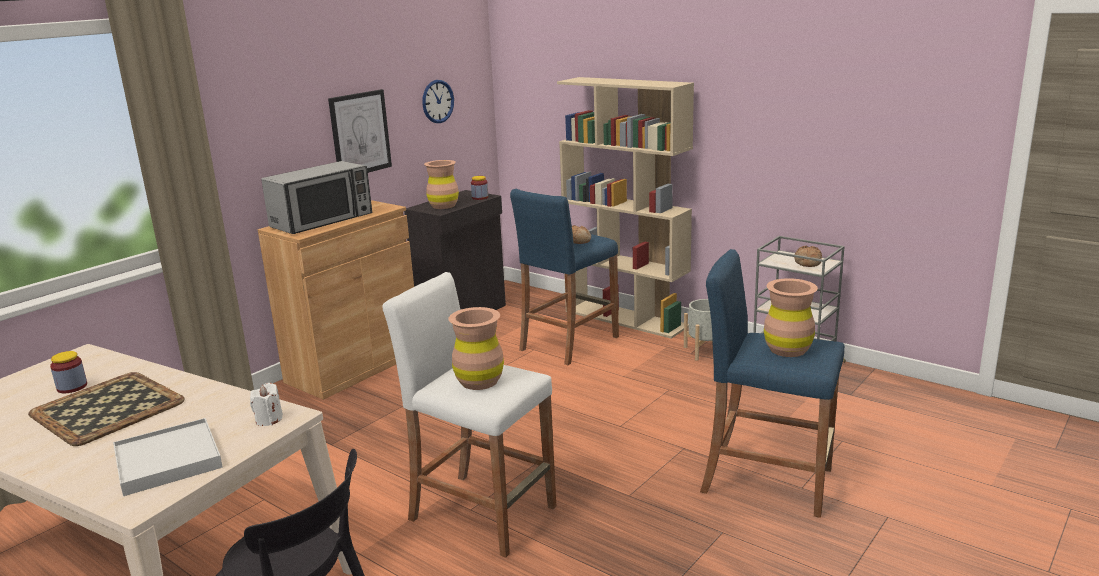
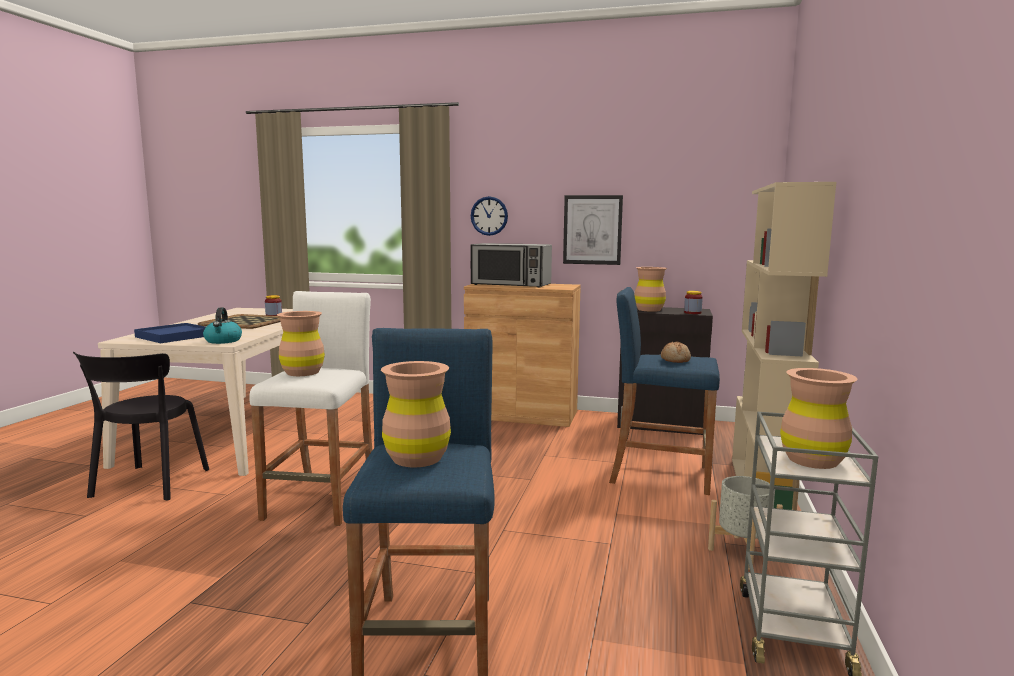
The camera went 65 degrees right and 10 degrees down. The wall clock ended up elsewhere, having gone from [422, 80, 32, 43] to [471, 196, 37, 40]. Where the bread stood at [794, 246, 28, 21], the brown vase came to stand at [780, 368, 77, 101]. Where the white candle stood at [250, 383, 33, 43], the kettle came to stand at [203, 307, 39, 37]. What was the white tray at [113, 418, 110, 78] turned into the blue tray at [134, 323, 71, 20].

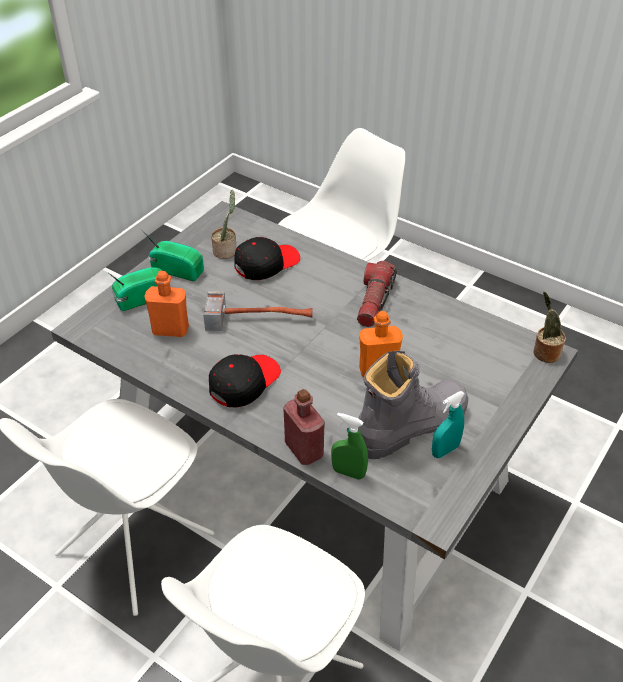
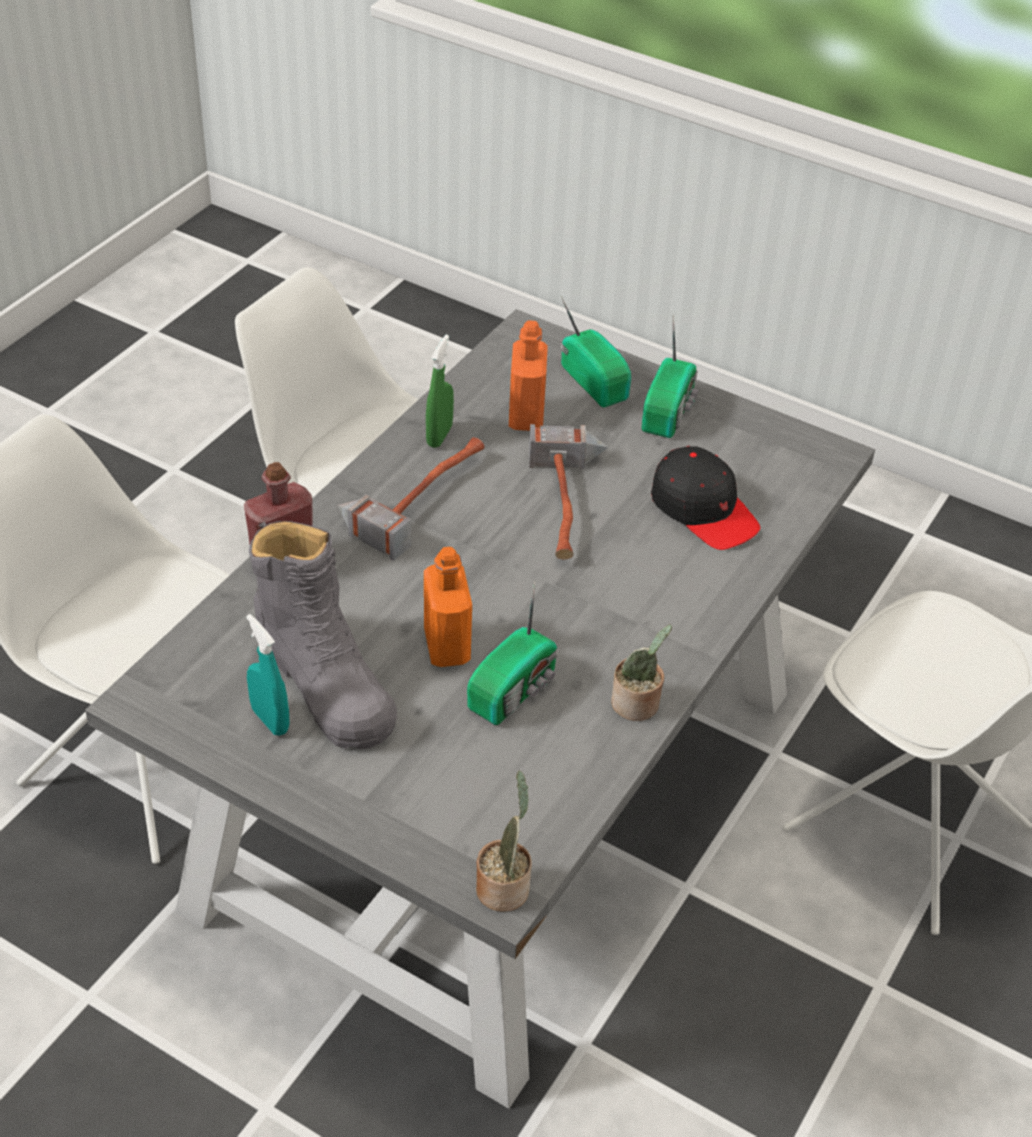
The camera went 85 degrees right and 0 degrees up. The potted plant ended up elsewhere, having gone from [211, 190, 25, 69] to [611, 624, 61, 97]. The second view lost the flashlight at [357, 261, 40, 66]. Where the black cap stood at [209, 354, 72, 53], the hammer came to stand at [338, 437, 147, 124]. The green spray bottle ended up elsewhere, having gone from [331, 413, 37, 67] to [426, 334, 28, 114]. The second view gained the radio at [467, 580, 91, 145].

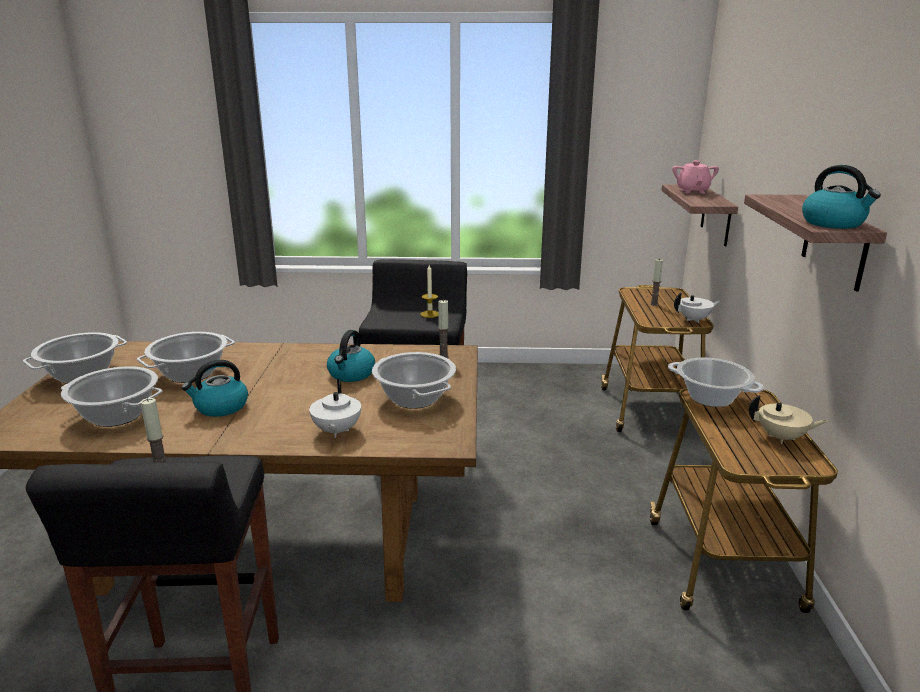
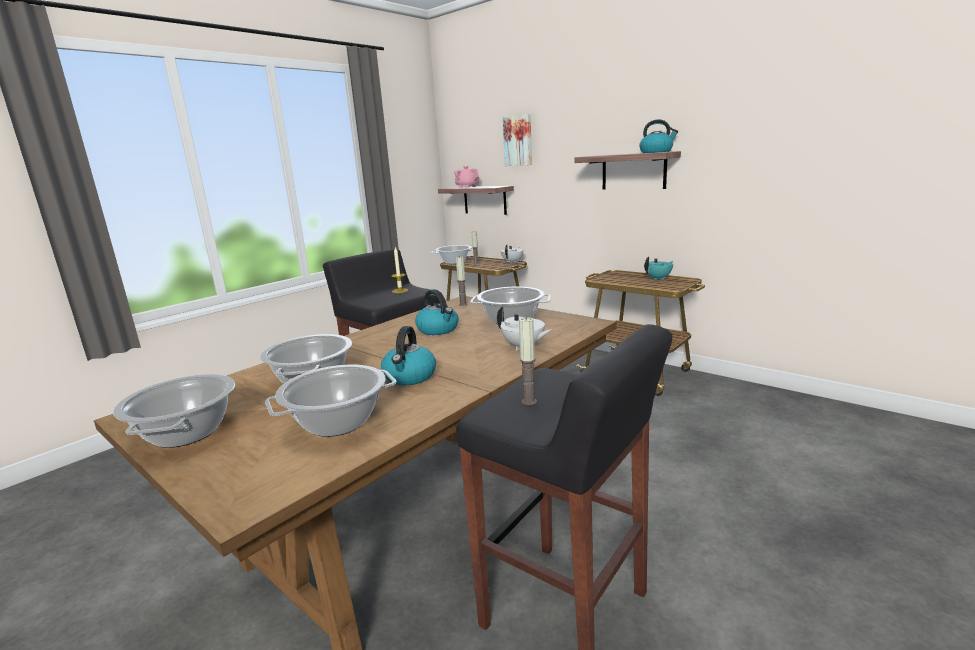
The camera went 50 degrees left and 5 degrees down. The cooking pot ended up elsewhere, having gone from [668, 358, 96, 49] to [431, 245, 42, 19]. What was the beige teapot at [749, 395, 79, 49] turned into the turquoise teapot at [644, 257, 29, 23]. The second view gained the picture at [503, 114, 29, 52].

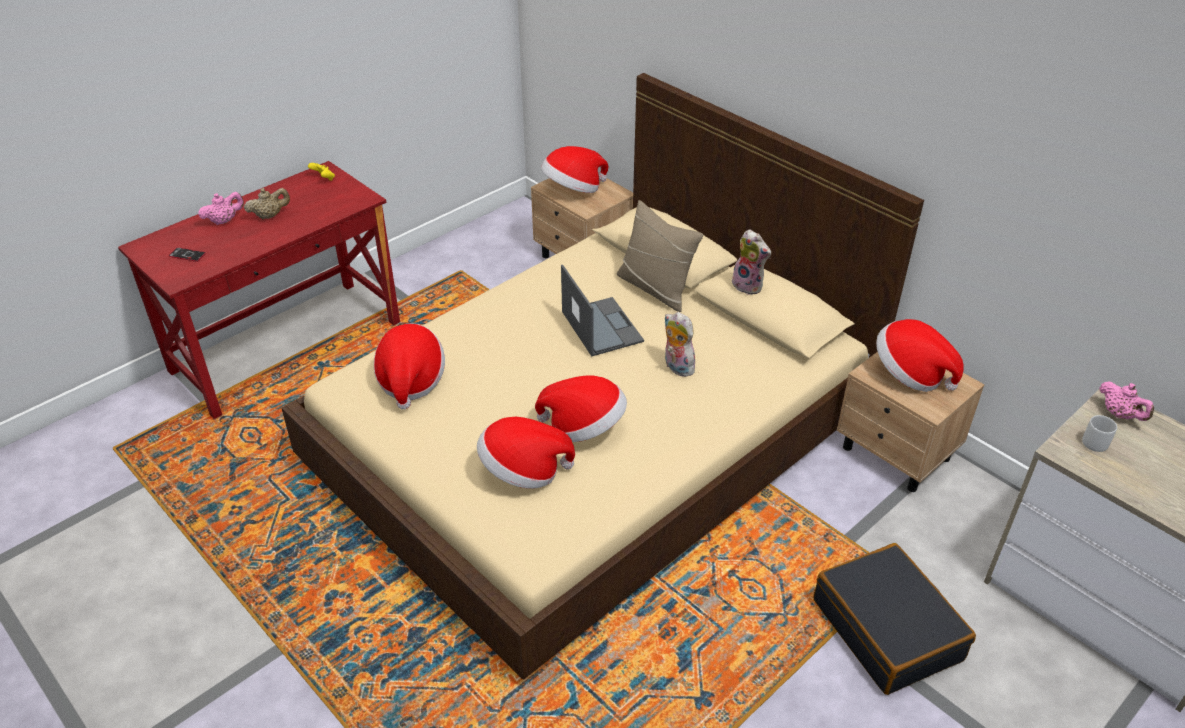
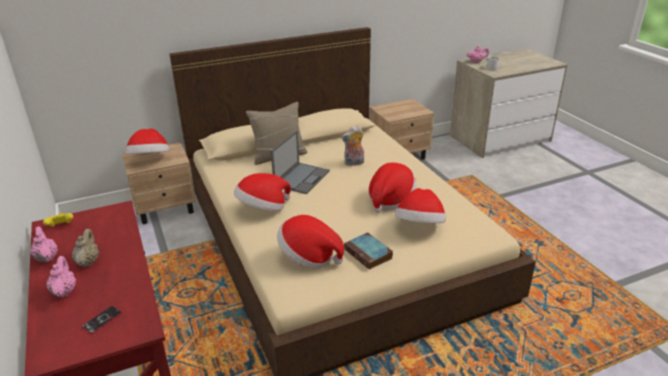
The camera went 70 degrees left and 10 degrees down. The second view lost the plush toy at [732, 229, 39, 66]. The laptop at [561, 265, 83, 91] ended up facing another way, 120 degrees clockwise from before. The hat ended up elsewhere, having gone from [876, 319, 88, 73] to [234, 173, 57, 38]. The second view lost the black suitcase at [813, 543, 163, 152]. The second view gained the pink teapot at [30, 226, 28, 37]. The second view gained the book at [344, 232, 49, 38].

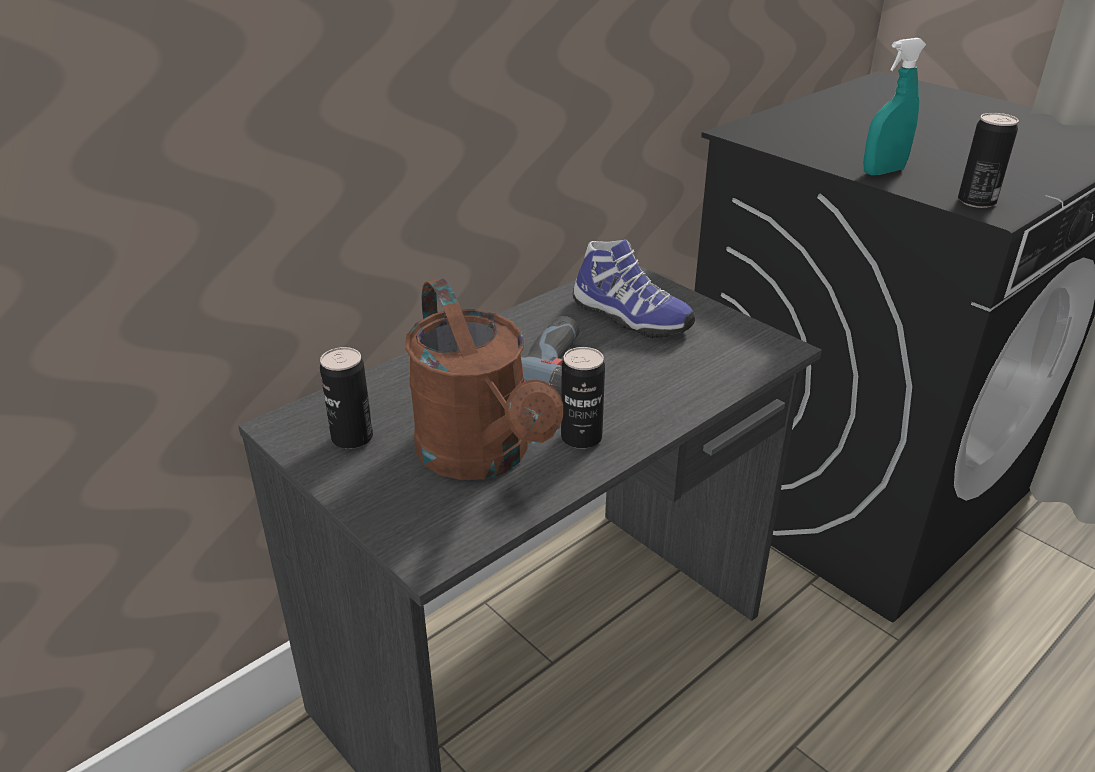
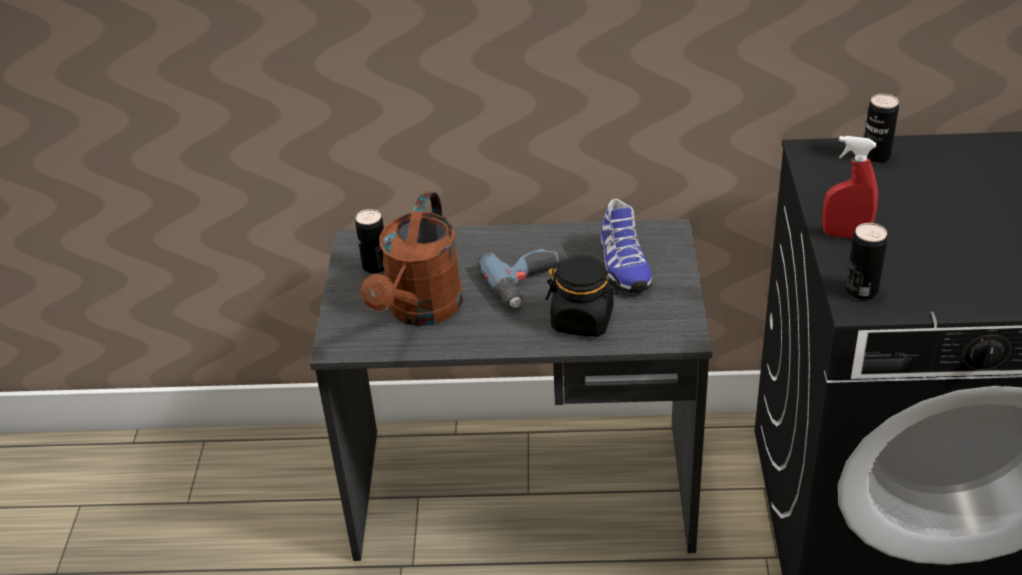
The camera went 45 degrees right and 5 degrees up. What was the turquoise spray bottle at [863, 38, 63, 138] turned into the red spray bottle at [822, 136, 56, 102]. The can ended up elsewhere, having gone from [561, 347, 44, 102] to [864, 94, 35, 69]. The second view gained the black jar at [545, 255, 75, 82].

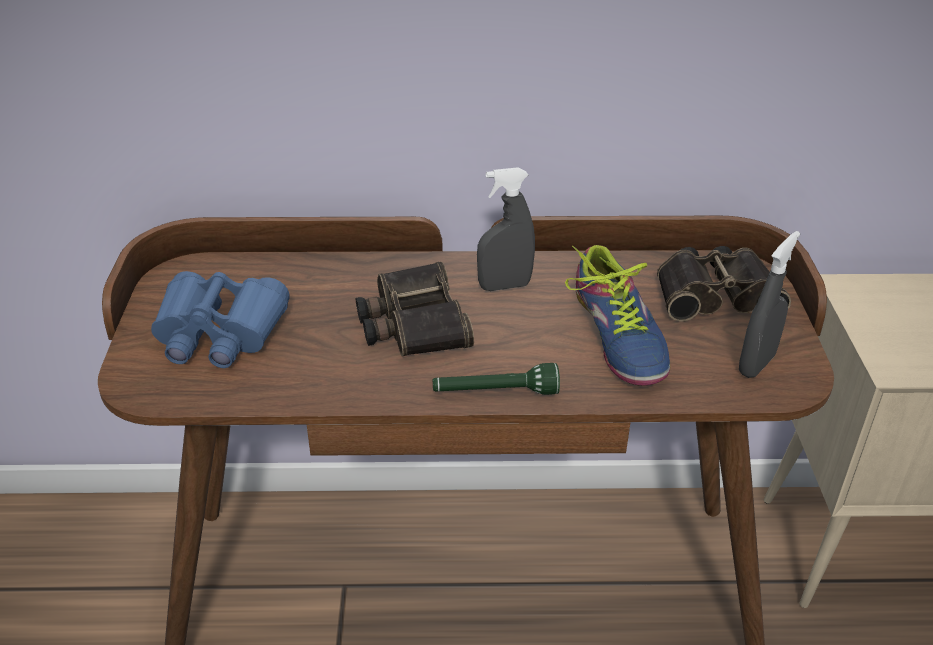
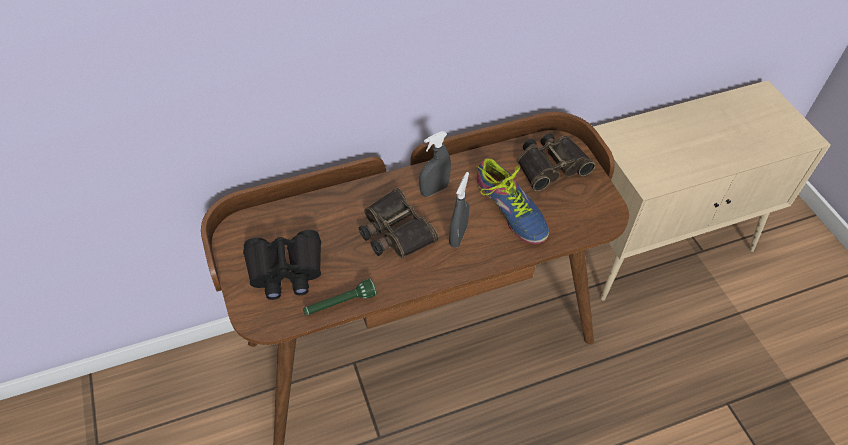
The camera went 20 degrees left and 15 degrees up. The grey spray bottle ended up elsewhere, having gone from [739, 231, 61, 147] to [449, 172, 21, 76]. What was the blue binoculars at [151, 271, 138, 97] turned into the black binoculars at [243, 230, 78, 70]. The green flashlight ended up elsewhere, having gone from [433, 363, 127, 32] to [303, 278, 74, 37].

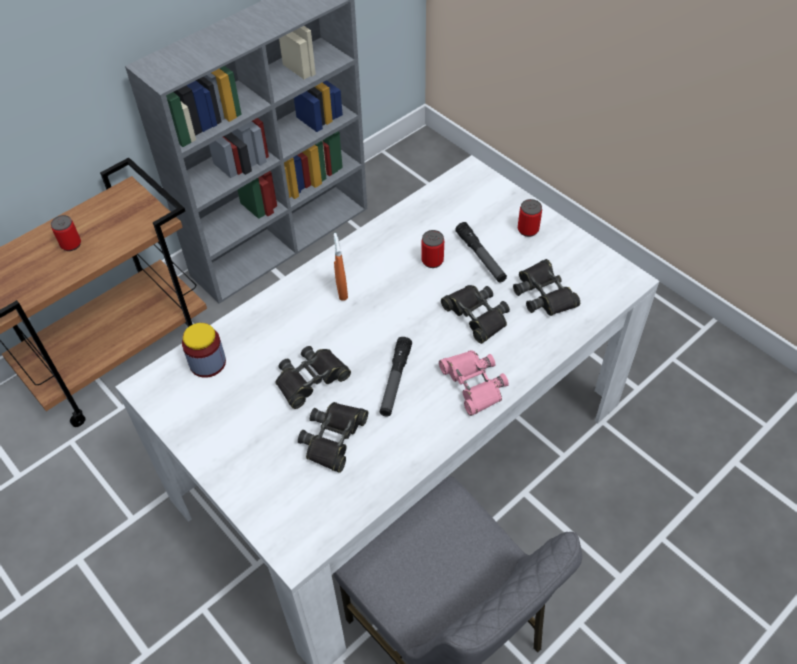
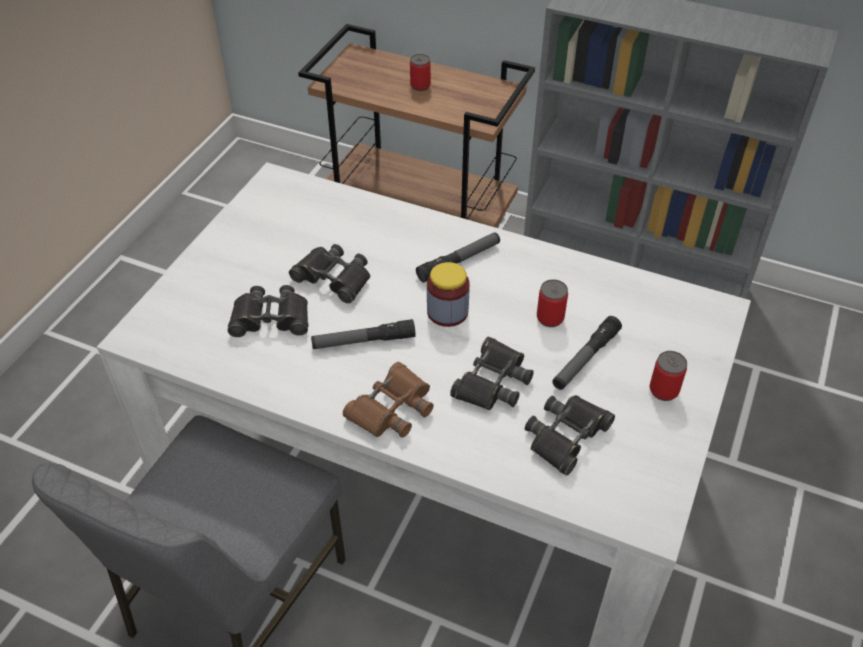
The camera went 65 degrees right and 5 degrees down. Where the orange spray bottle stood at [334, 233, 14, 68], the flashlight came to stand at [416, 232, 84, 51]. The jar ended up elsewhere, having gone from [182, 323, 44, 55] to [427, 262, 43, 65]. What was the pink binoculars at [439, 350, 70, 66] turned into the brown binoculars at [343, 362, 91, 76].

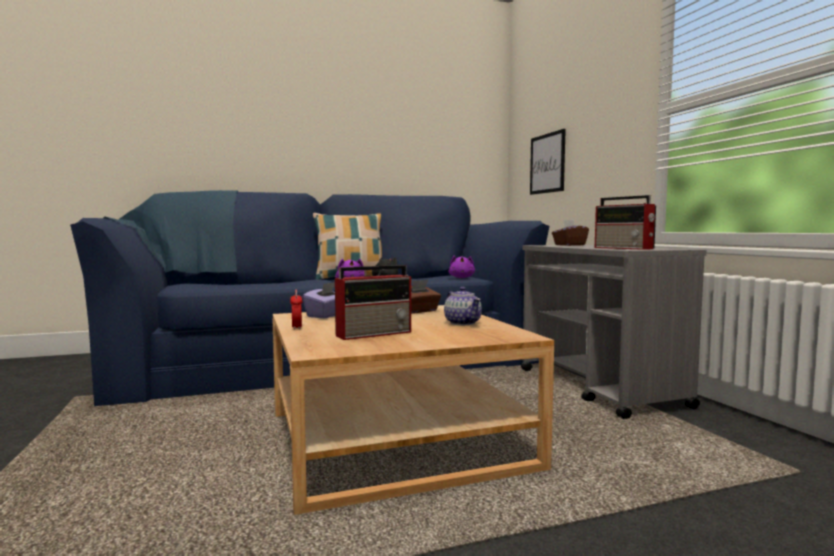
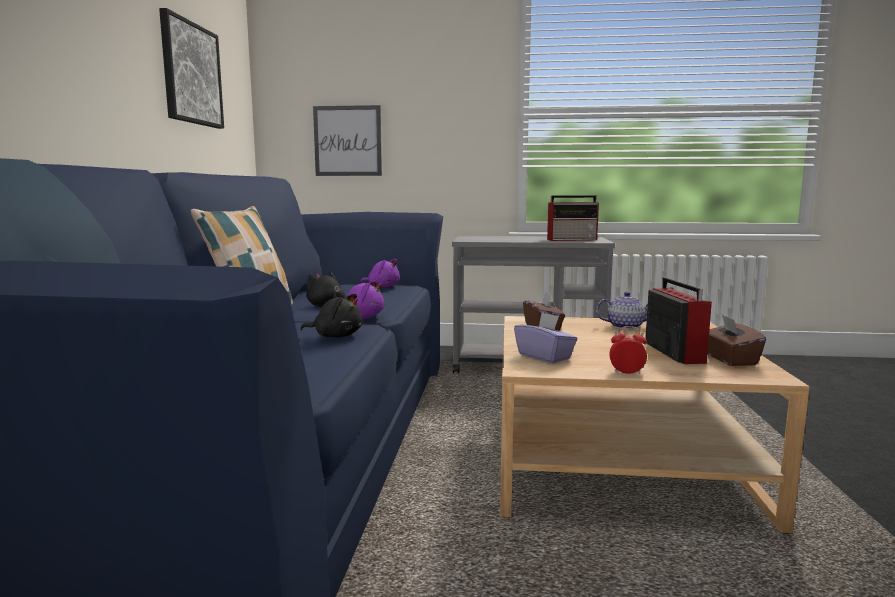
The camera went 65 degrees left and 5 degrees up. The brown tissue box ended up elsewhere, having gone from [552, 220, 37, 26] to [707, 315, 59, 51]. The second view gained the picture at [159, 8, 65, 121]. The second view gained the black plush toy at [300, 294, 62, 44].

